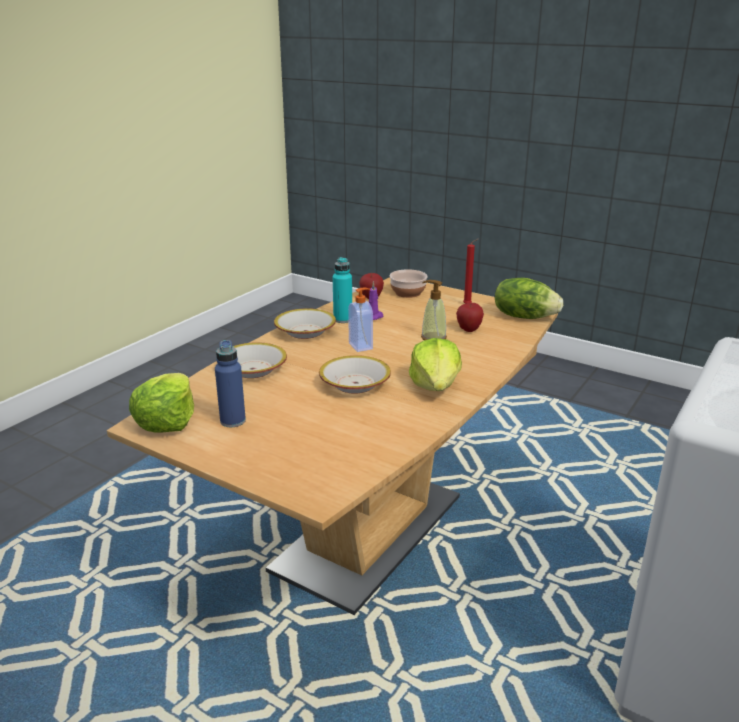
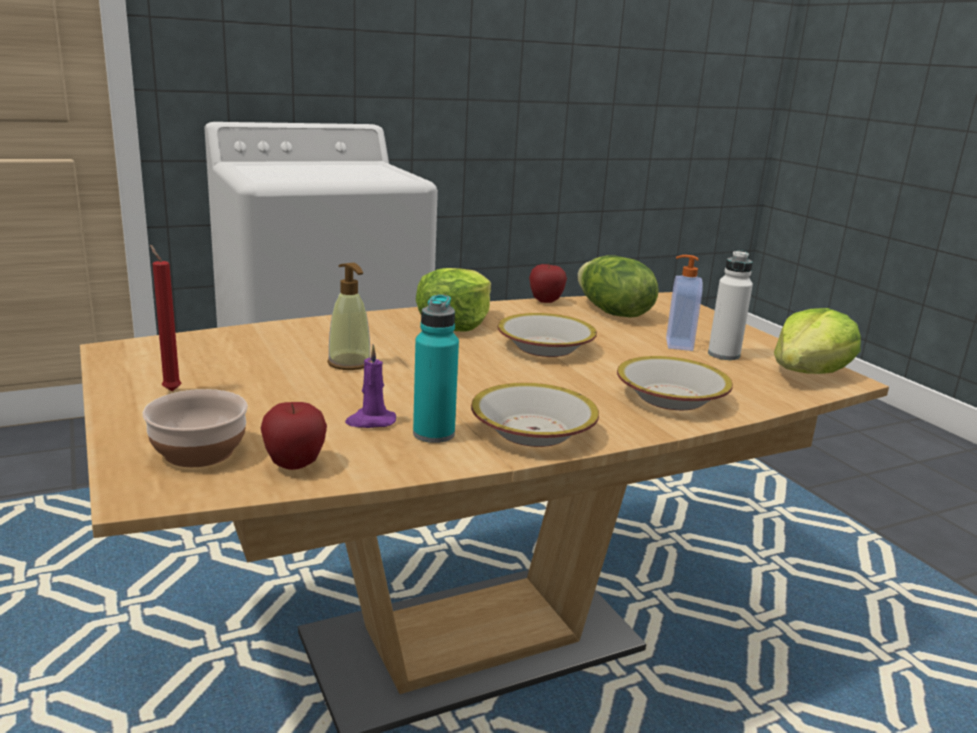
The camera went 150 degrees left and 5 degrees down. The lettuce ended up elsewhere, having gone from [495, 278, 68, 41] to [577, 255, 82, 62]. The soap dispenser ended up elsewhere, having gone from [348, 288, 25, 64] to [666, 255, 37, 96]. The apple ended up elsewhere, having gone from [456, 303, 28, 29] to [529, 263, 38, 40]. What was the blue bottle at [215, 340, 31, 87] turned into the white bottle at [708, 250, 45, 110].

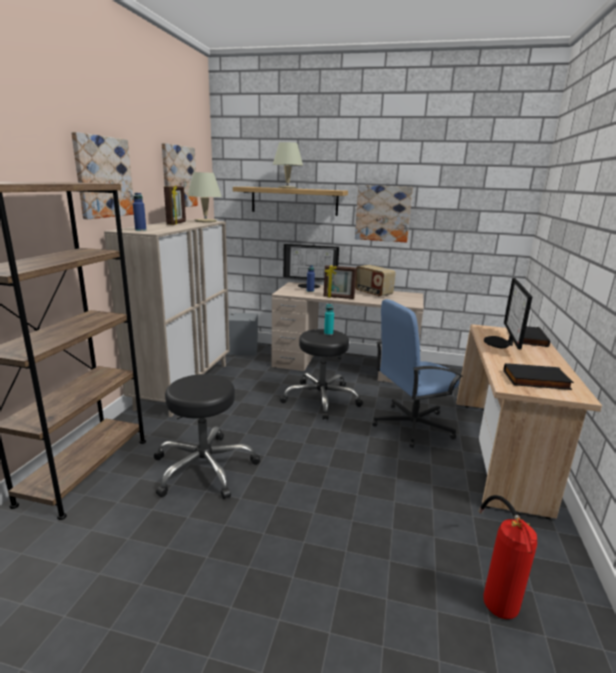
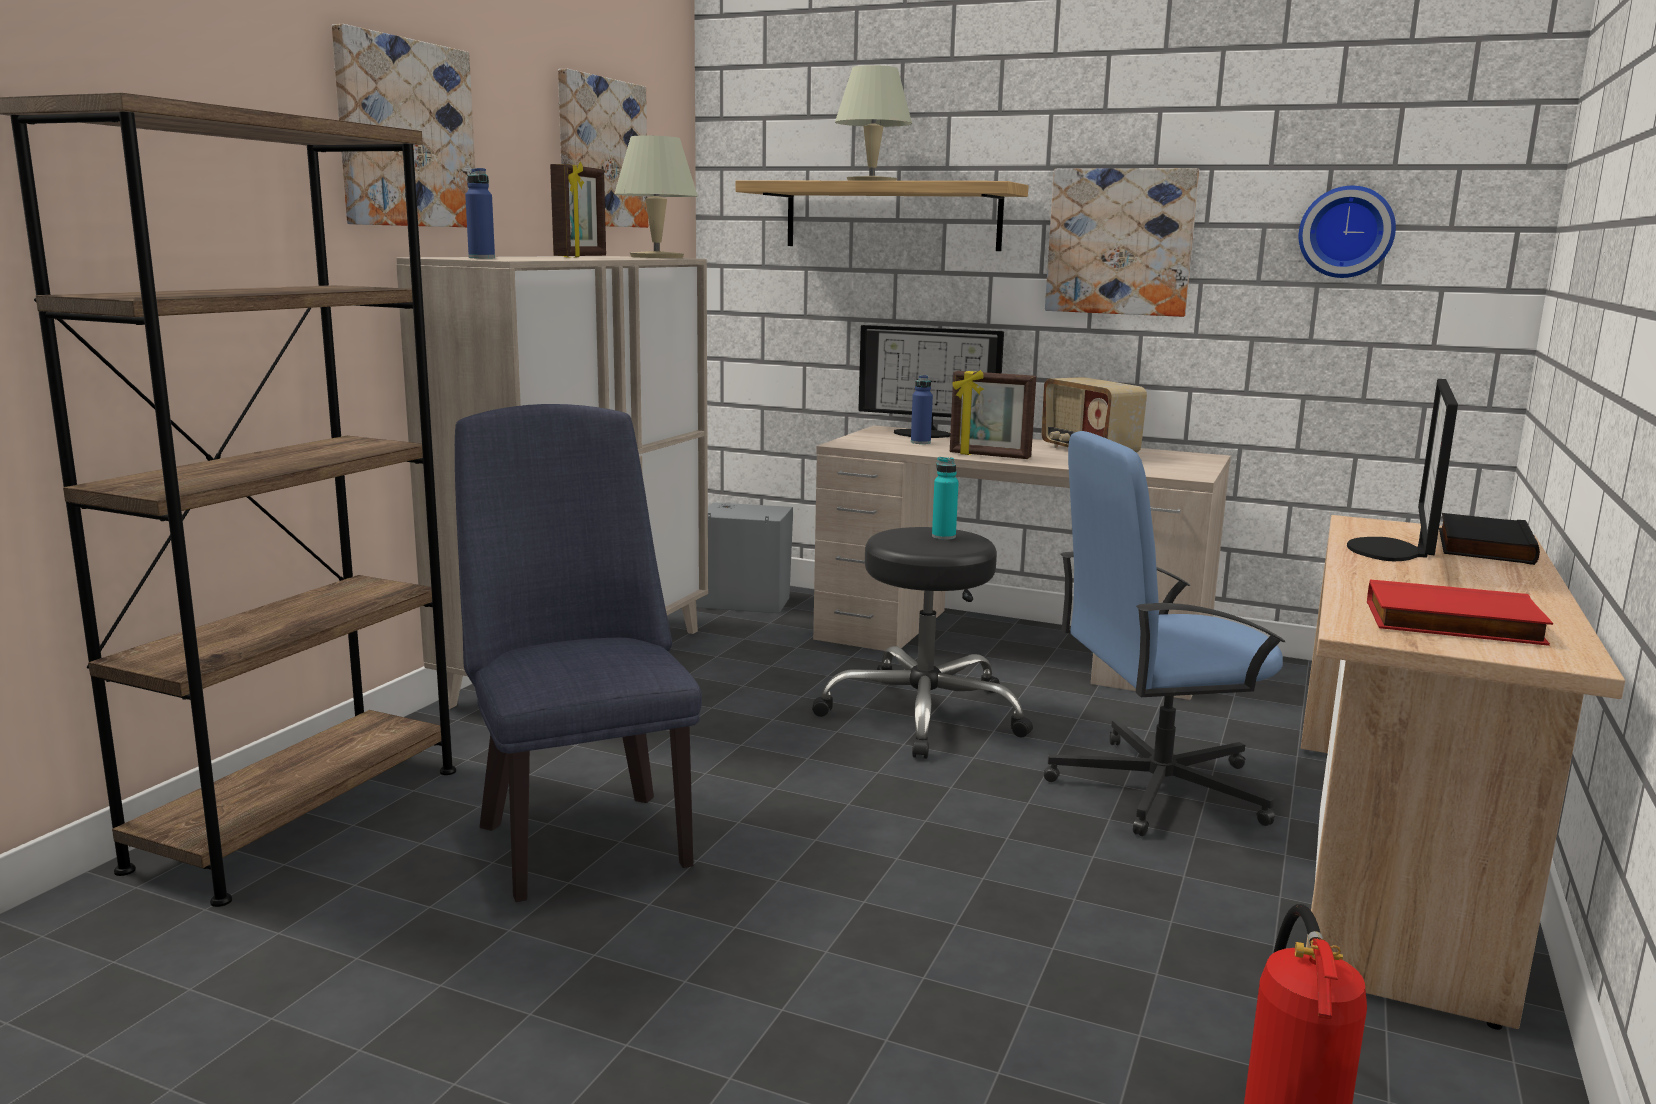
The camera went 10 degrees right and 5 degrees down. What was the black book at [503, 363, 71, 27] turned into the red book at [1367, 580, 186, 66]. Where the black stool stood at [154, 374, 106, 125], the blue chair came to stand at [455, 404, 247, 498]. The second view gained the wall clock at [1299, 186, 97, 92].

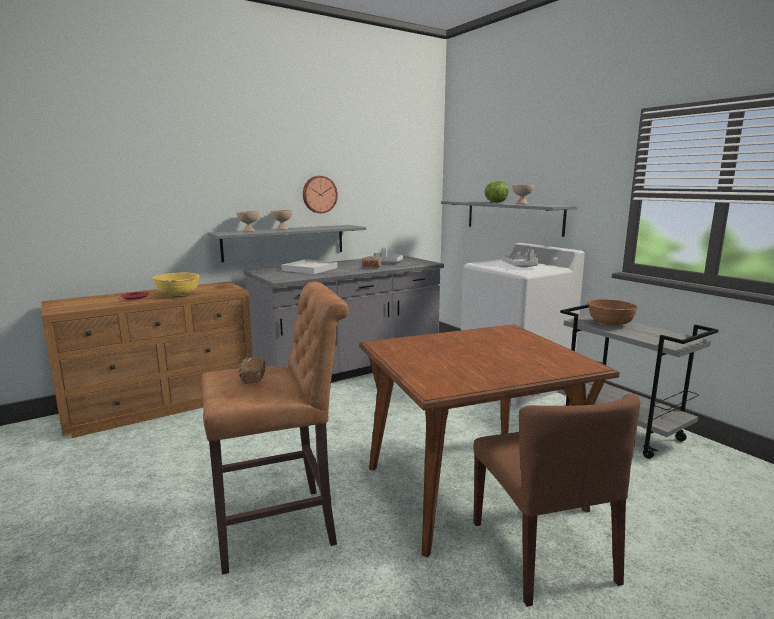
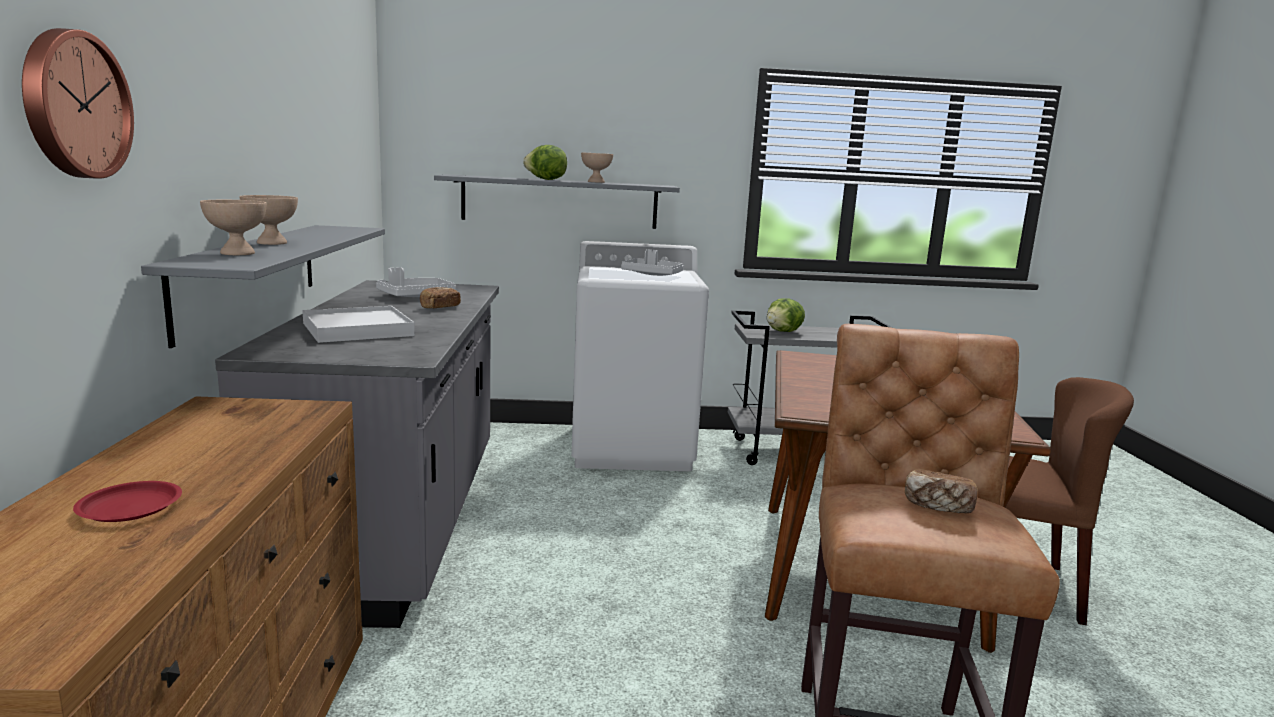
The camera went 60 degrees left and 0 degrees up. The wall clock ended up elsewhere, having gone from [303, 176, 35, 37] to [22, 28, 112, 151]. The second view lost the yellow bowl at [153, 272, 47, 25]. Where the brown bowl stood at [588, 299, 50, 27], the lettuce came to stand at [767, 298, 38, 34].

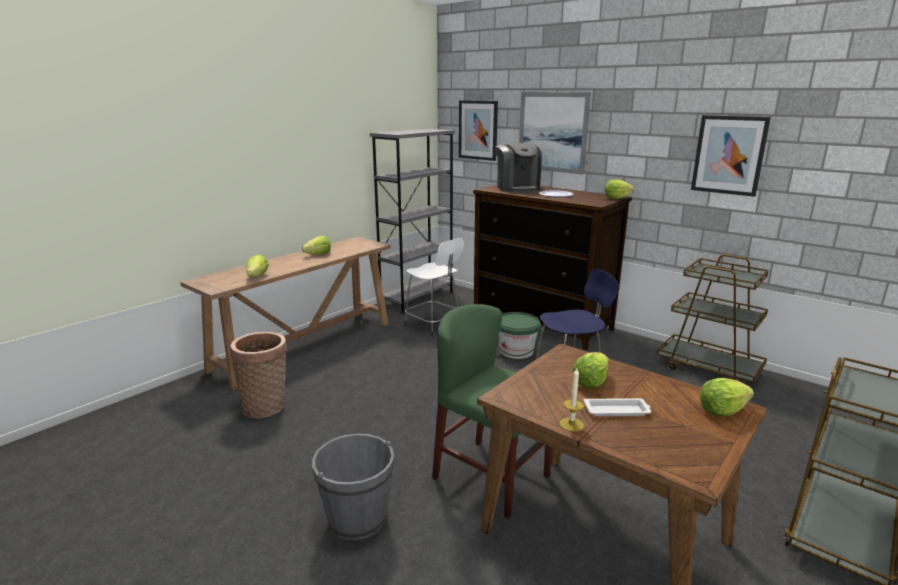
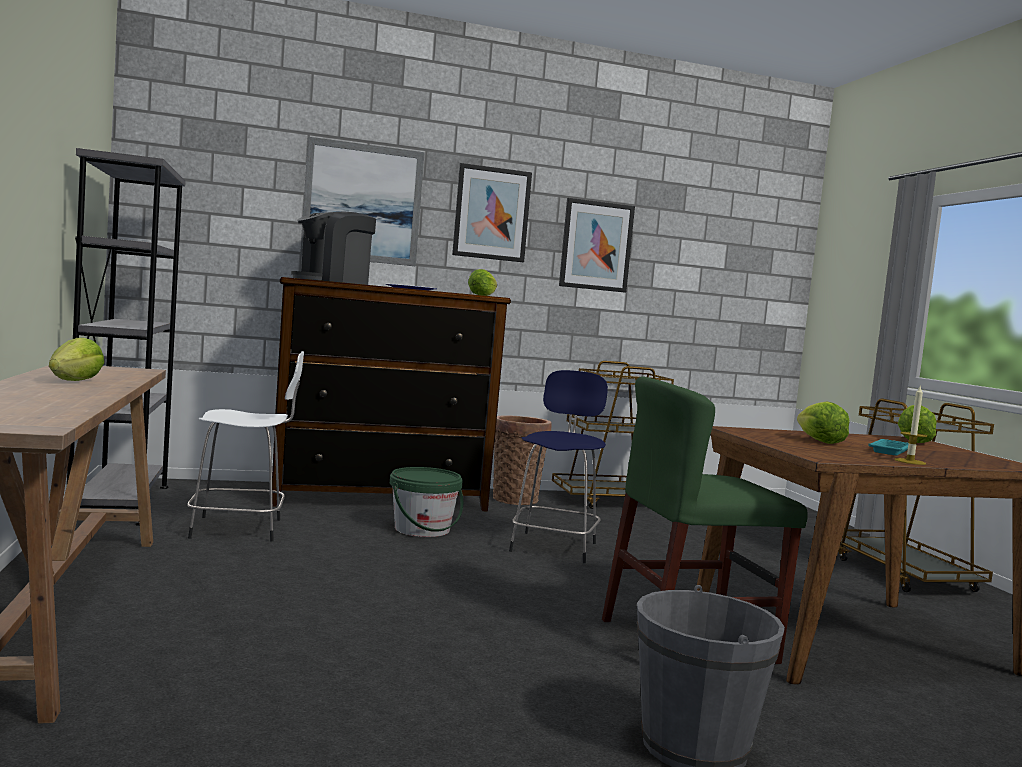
The camera went 55 degrees left and 15 degrees down. The picture ended up elsewhere, having gone from [459, 100, 39, 61] to [452, 163, 80, 99]. The coffee machine at [495, 143, 47, 50] ended up facing another way, 120 degrees clockwise from before. The second view lost the lettuce at [247, 254, 22, 23]. The basket ended up elsewhere, having gone from [230, 332, 57, 87] to [493, 416, 59, 89]. What was the white tray at [583, 398, 68, 18] turned into the turquoise tray at [868, 439, 41, 16].

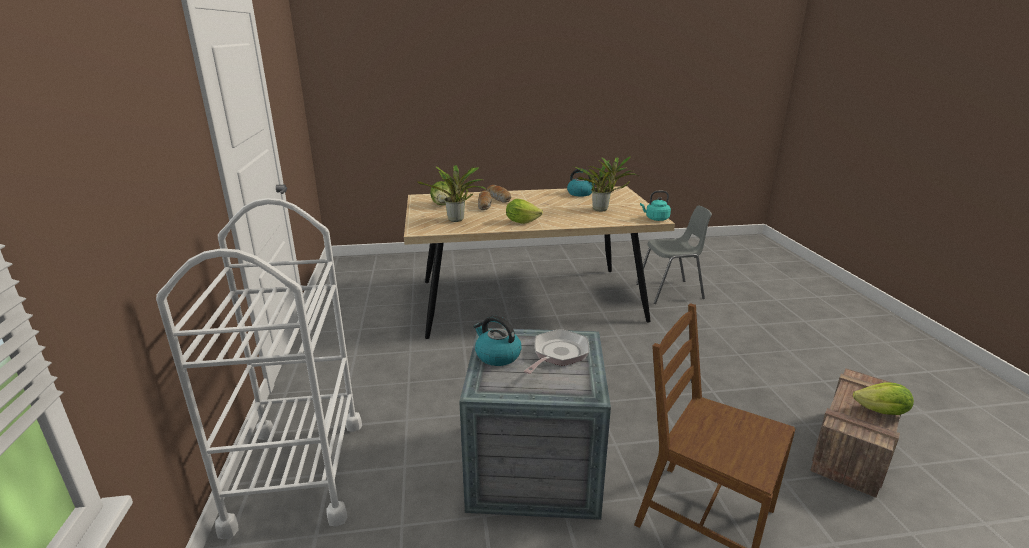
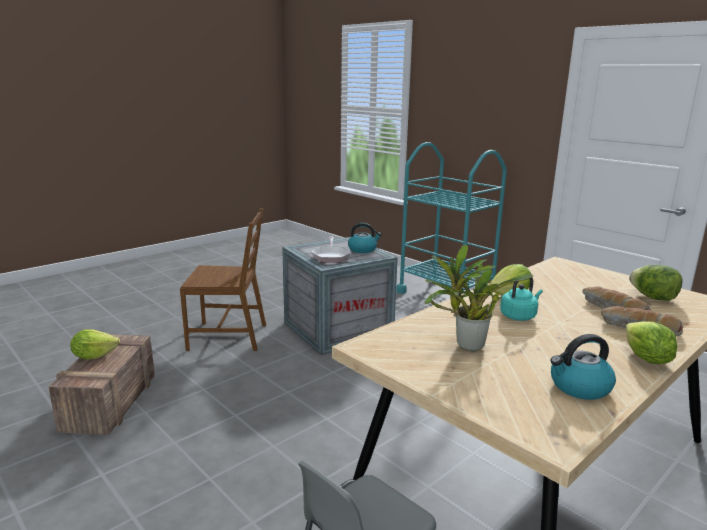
The camera went 145 degrees right and 5 degrees down. The second view lost the potted plant at [417, 165, 71, 57]. The turquoise kettle ended up elsewhere, having gone from [640, 191, 31, 30] to [500, 278, 43, 43]. What was the white cart at [156, 198, 206, 341] turned into the turquoise cart at [396, 142, 111, 152]. The second view gained the lettuce at [626, 321, 51, 43].

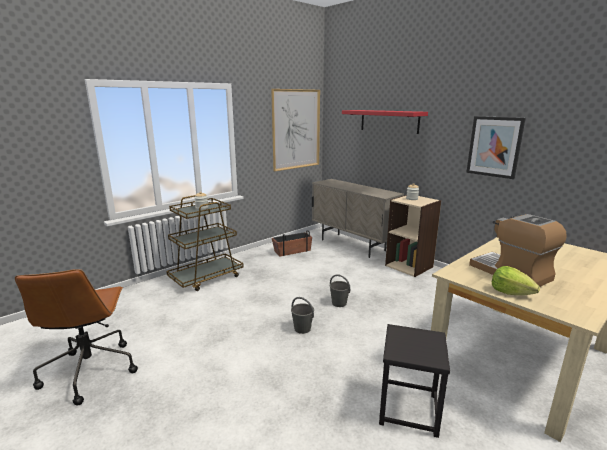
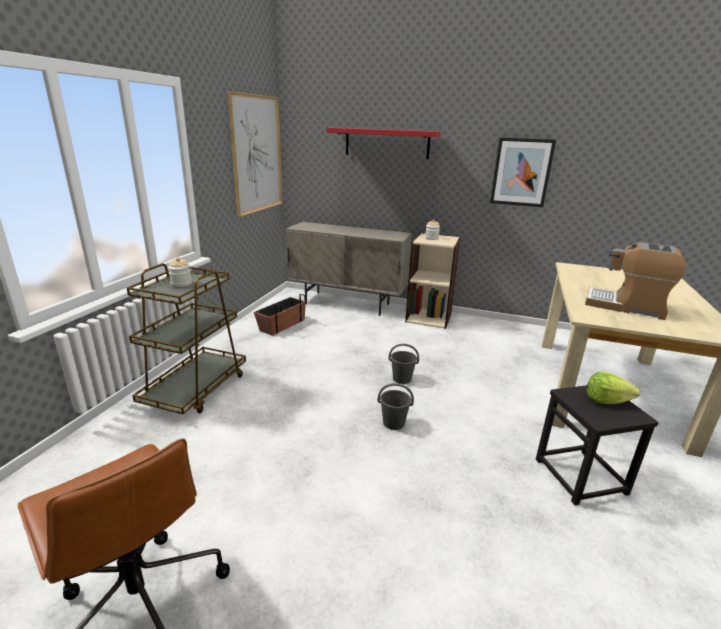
The camera went 30 degrees left and 5 degrees up. The lettuce ended up elsewhere, having gone from [492, 266, 48, 29] to [587, 372, 53, 32].

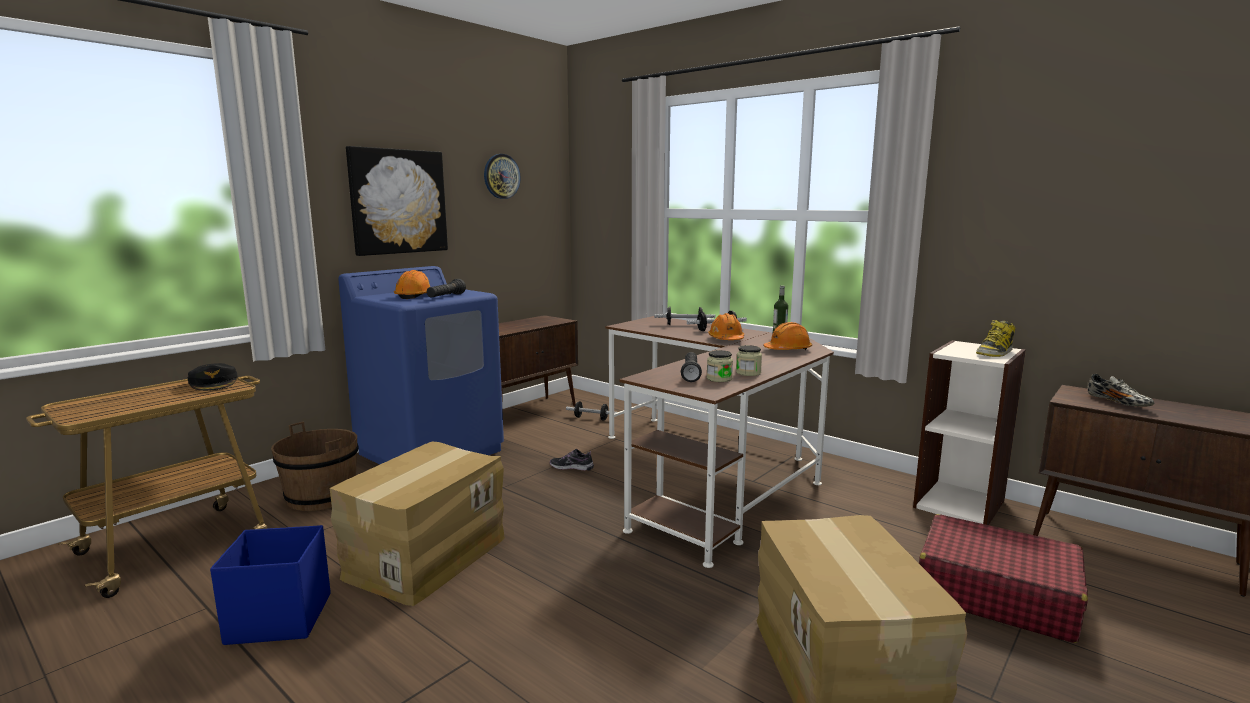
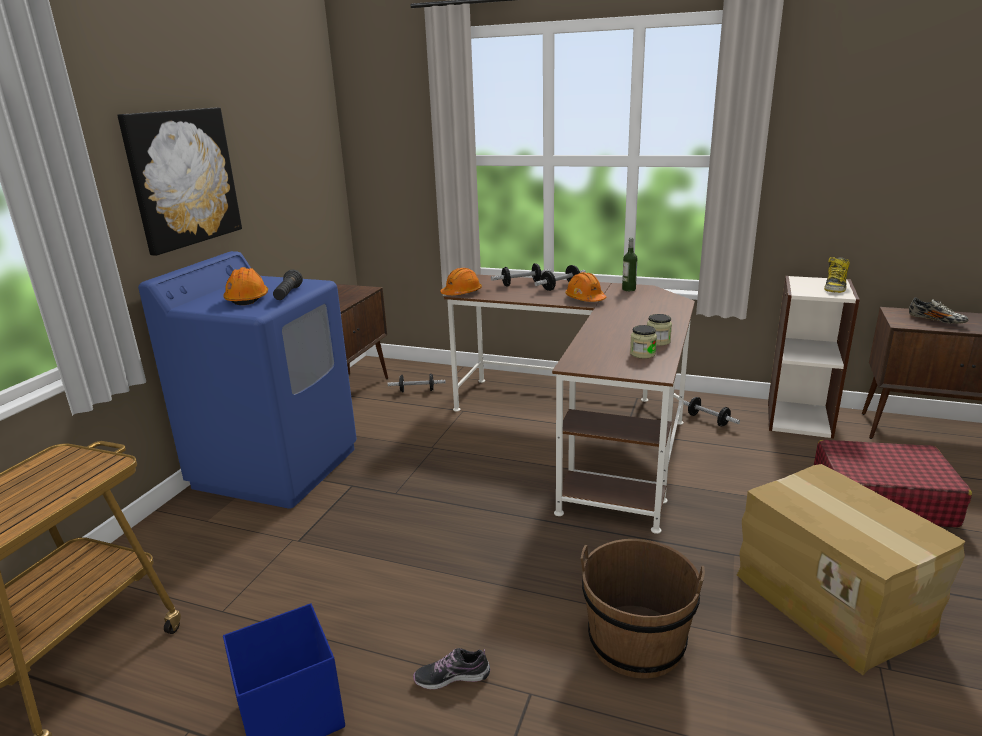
The camera went 20 degrees left and 10 degrees up. The second view lost the wall clock at [484, 154, 37, 45]. The orange hard hat ended up elsewhere, having gone from [763, 322, 49, 28] to [440, 268, 42, 27]. The second view lost the black flashlight at [681, 352, 21, 30]. The second view lost the black cap at [188, 363, 50, 28]. The brown bucket ended up elsewhere, having gone from [271, 422, 88, 89] to [581, 539, 124, 140]. The second view lost the cardboard box at [330, 442, 175, 164]. The shoe ended up elsewhere, having gone from [550, 449, 44, 22] to [413, 648, 77, 41]. The second view gained the dumbbell at [683, 397, 57, 30].

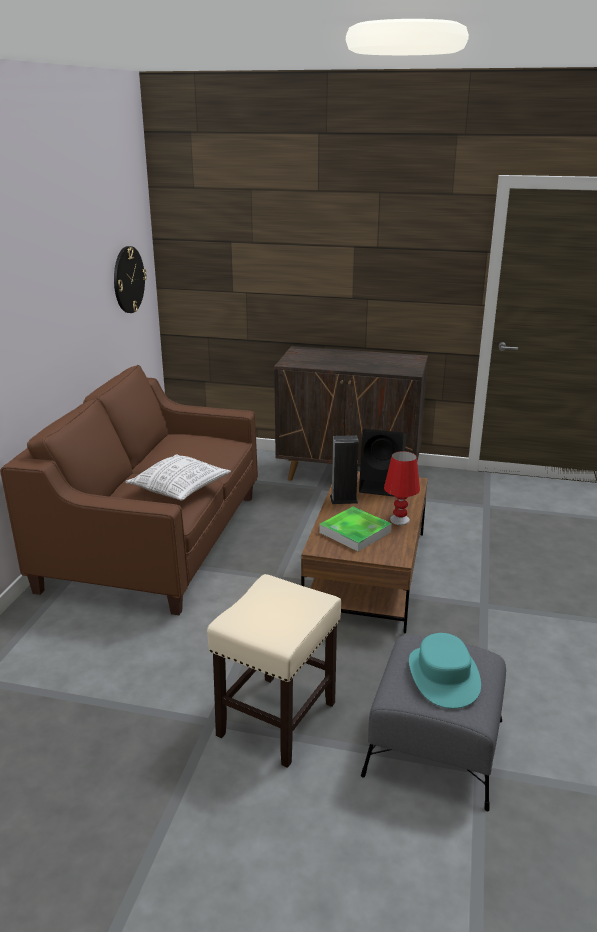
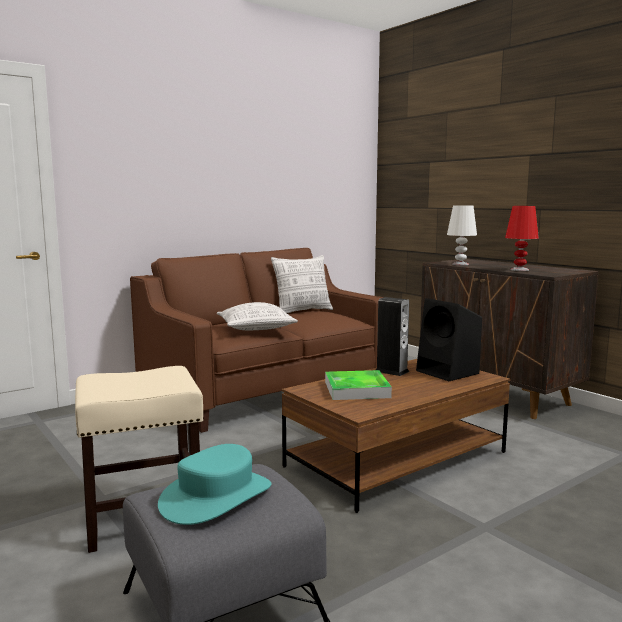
The camera went 40 degrees right and 15 degrees down. The second view lost the wall clock at [114, 246, 33, 67]. The red table lamp ended up elsewhere, having gone from [384, 451, 36, 74] to [505, 206, 34, 65]. The second view gained the white table lamp at [447, 205, 30, 60]. The second view gained the pillow at [271, 255, 62, 58].

